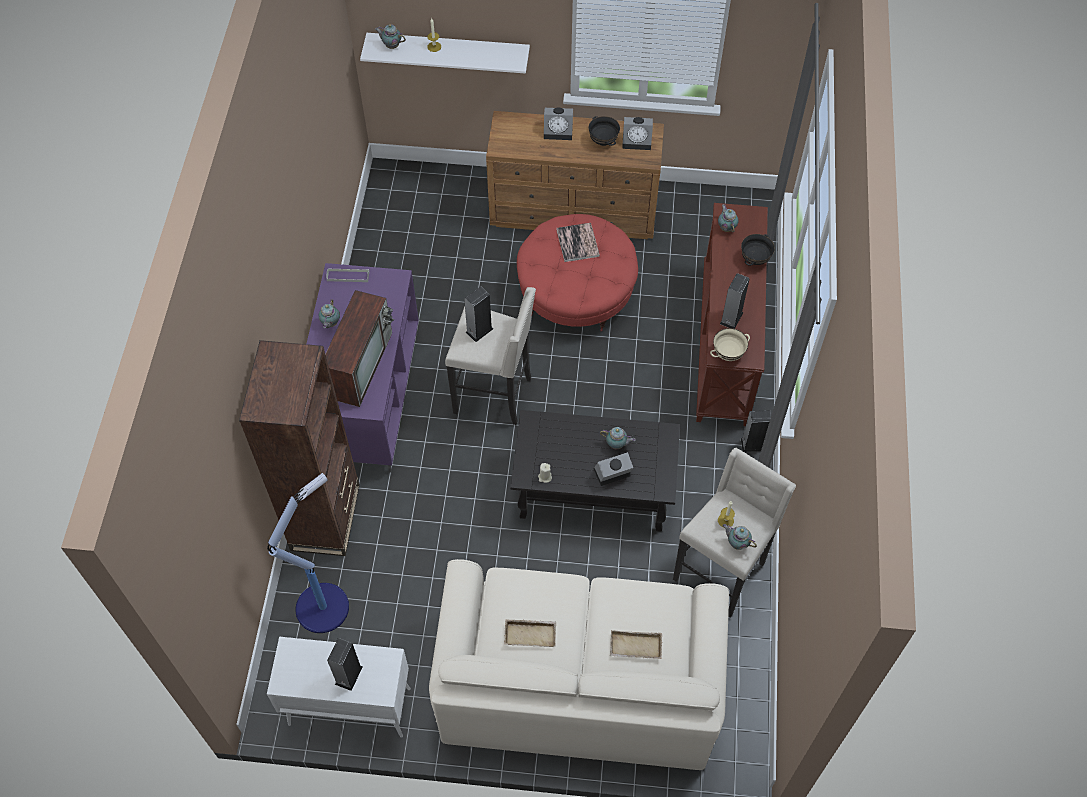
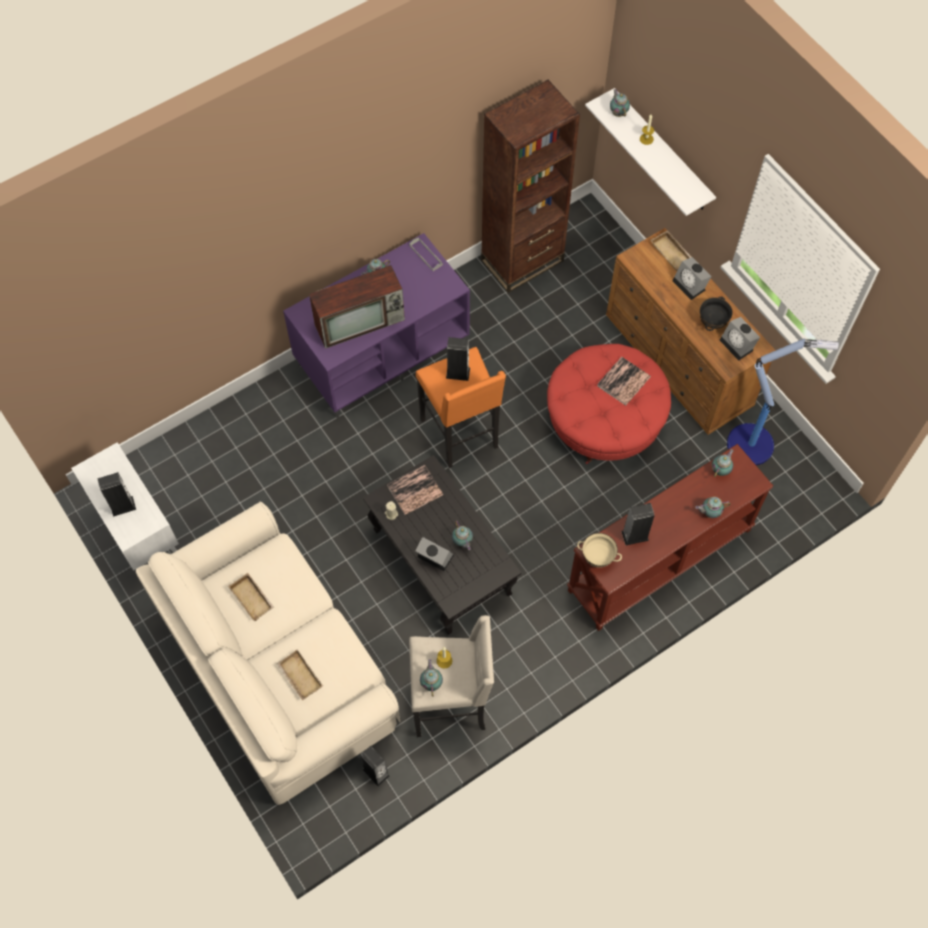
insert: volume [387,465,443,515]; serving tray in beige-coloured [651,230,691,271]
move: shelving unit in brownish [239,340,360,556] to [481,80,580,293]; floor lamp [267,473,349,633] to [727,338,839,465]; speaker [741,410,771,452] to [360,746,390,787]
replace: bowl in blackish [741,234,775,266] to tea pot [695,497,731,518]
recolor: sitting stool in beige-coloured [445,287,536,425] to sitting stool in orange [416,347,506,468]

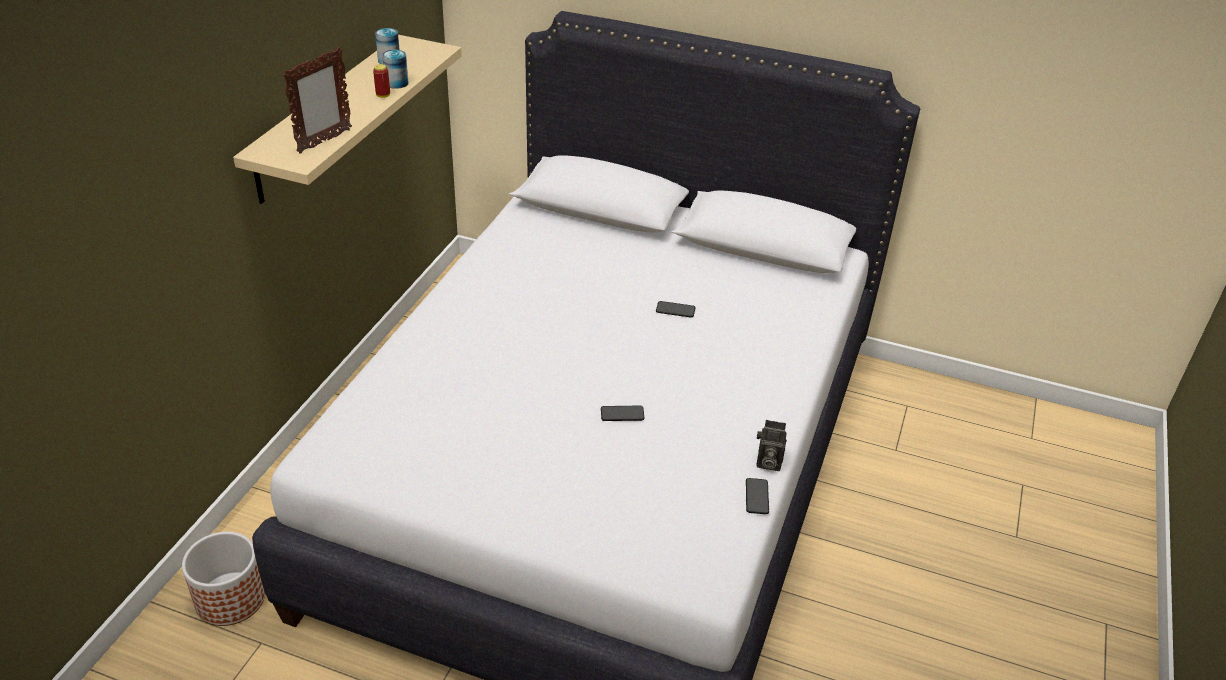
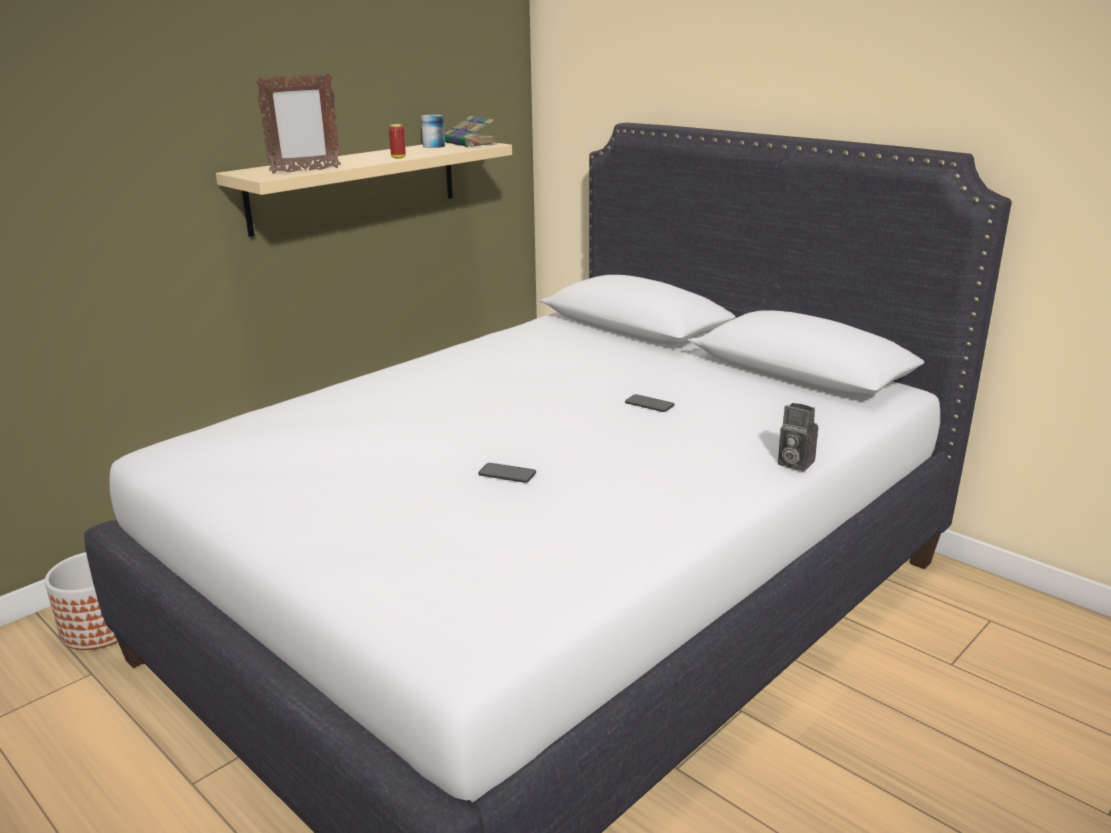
delete: metal can [382,50,409,89]; handset [746,478,769,514]
insert: volume [445,116,497,147]
move: still camera [756,420,787,471] to [778,403,818,471]

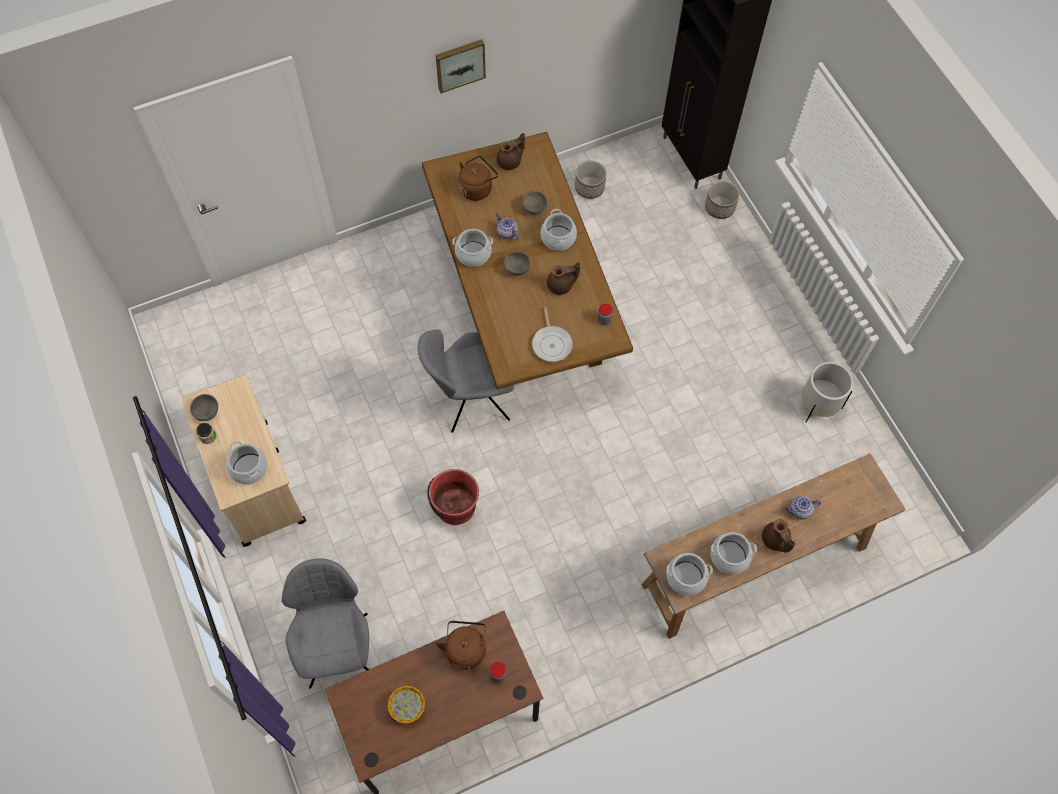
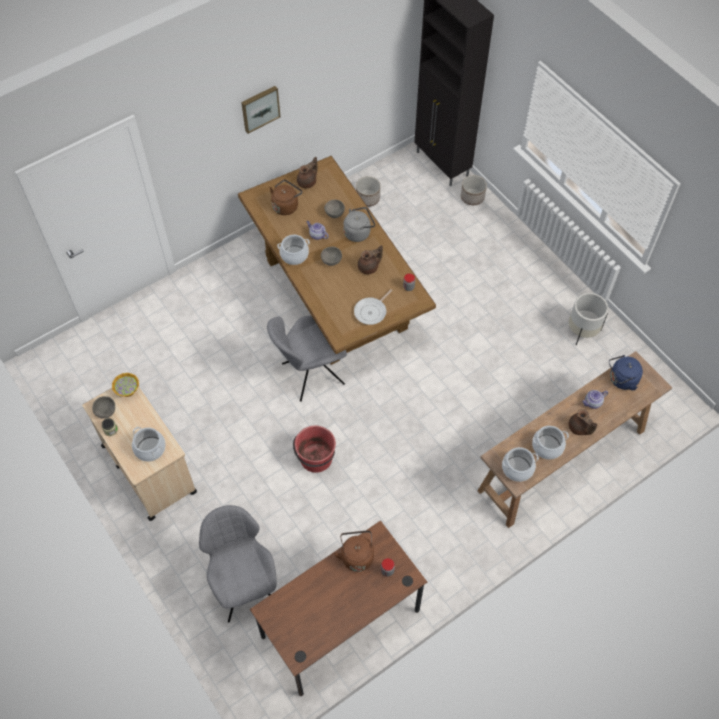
insert: kettle in bluish [609,355,643,390]
move: bowl [388,686,425,723] to [112,373,139,397]
replace: saucepot [541,209,577,251] to kettle in grey [343,207,375,242]
rotate: pan [532,307,573,362] = [354,289,392,325] 60 degrees clockwise

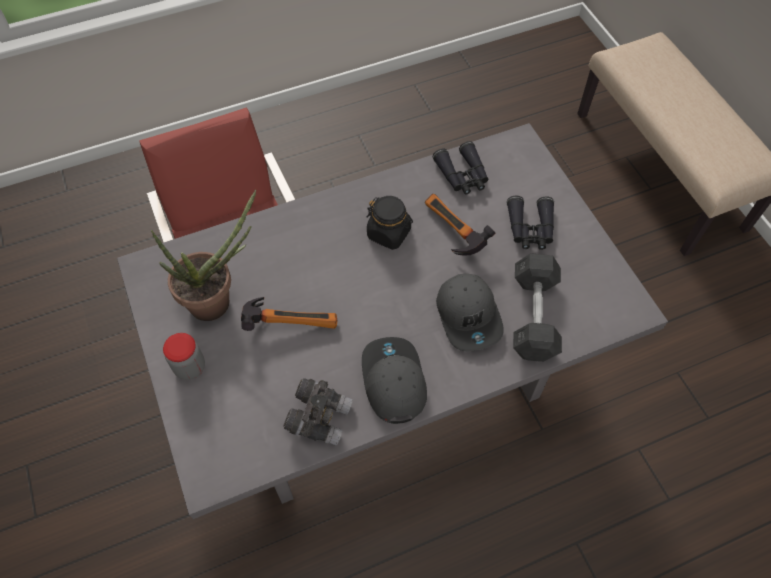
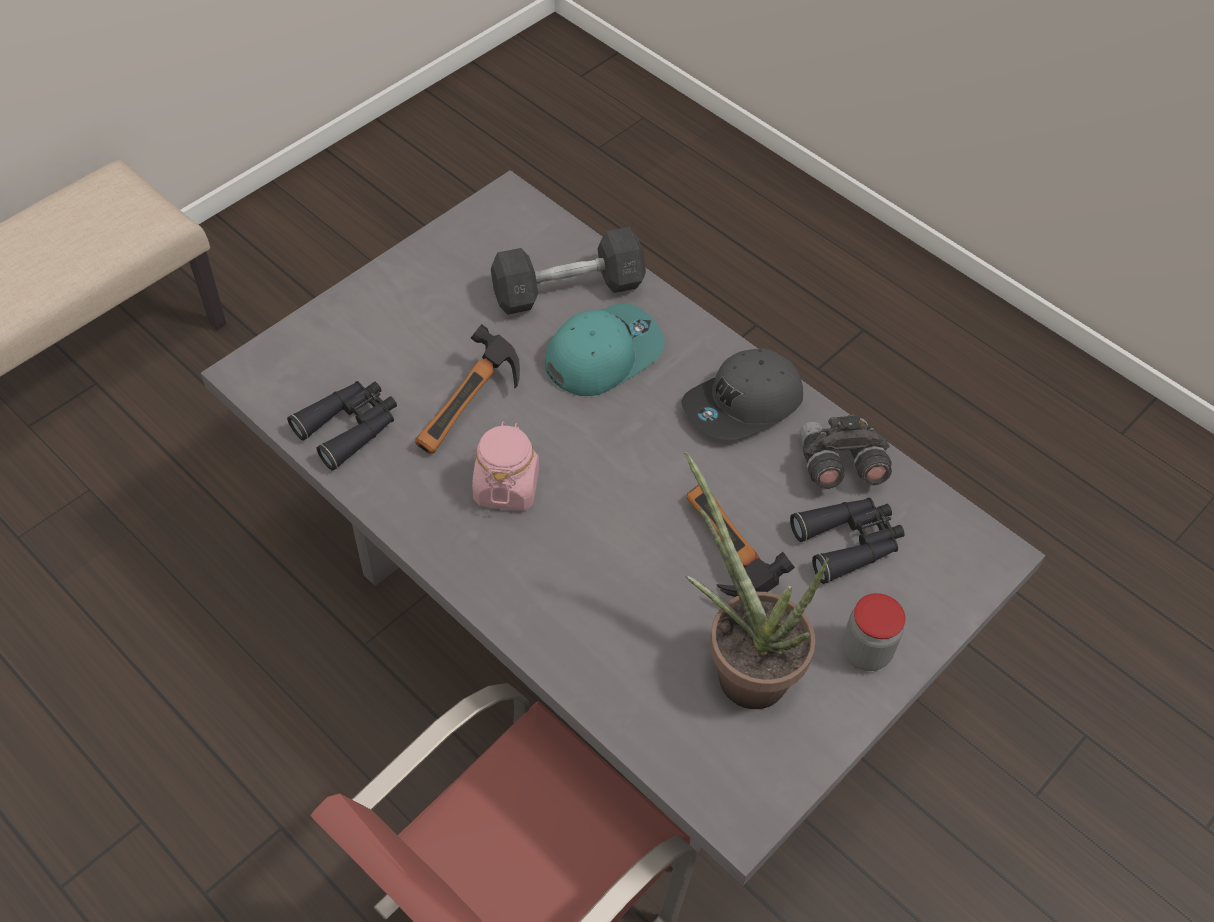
move: field glasses in blackish [507,196,554,250] to [790,498,905,584]
recolor: preserve jar in blackish [366,196,413,250] to preserve jar in pink [472,422,539,511]; cap in grey [436,274,504,351] to cap in turquoise-coloured [545,303,665,396]

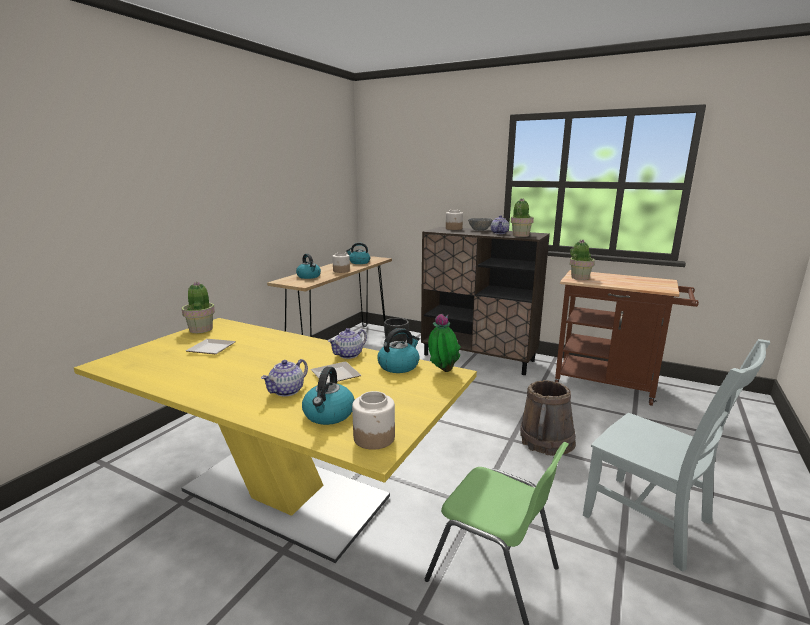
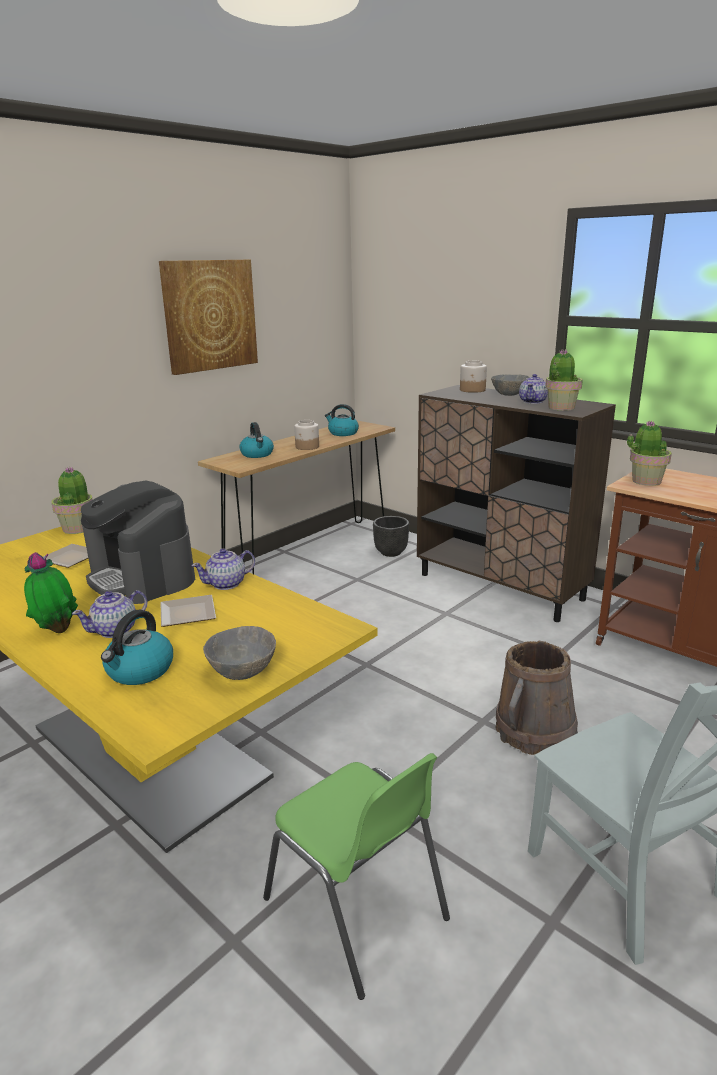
delete: preserve jar [352,391,395,450]; kettle [378,328,420,373]
insert: coffee maker [81,481,195,604]; wall picture [159,260,258,375]; bowl in grey [203,626,276,680]
move: potted plant [428,313,461,372] to [24,552,78,633]

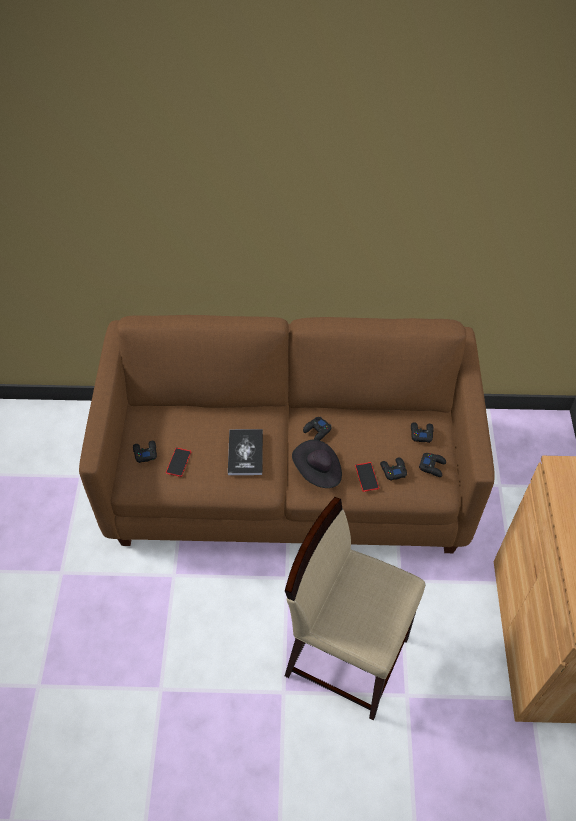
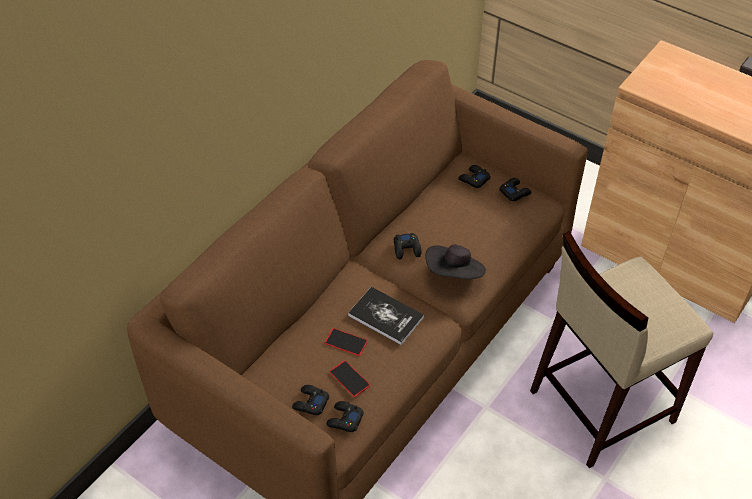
move: handset [355,462,379,492] to [324,328,368,356]; gamepad in blackish [380,458,407,481] to [326,401,364,432]

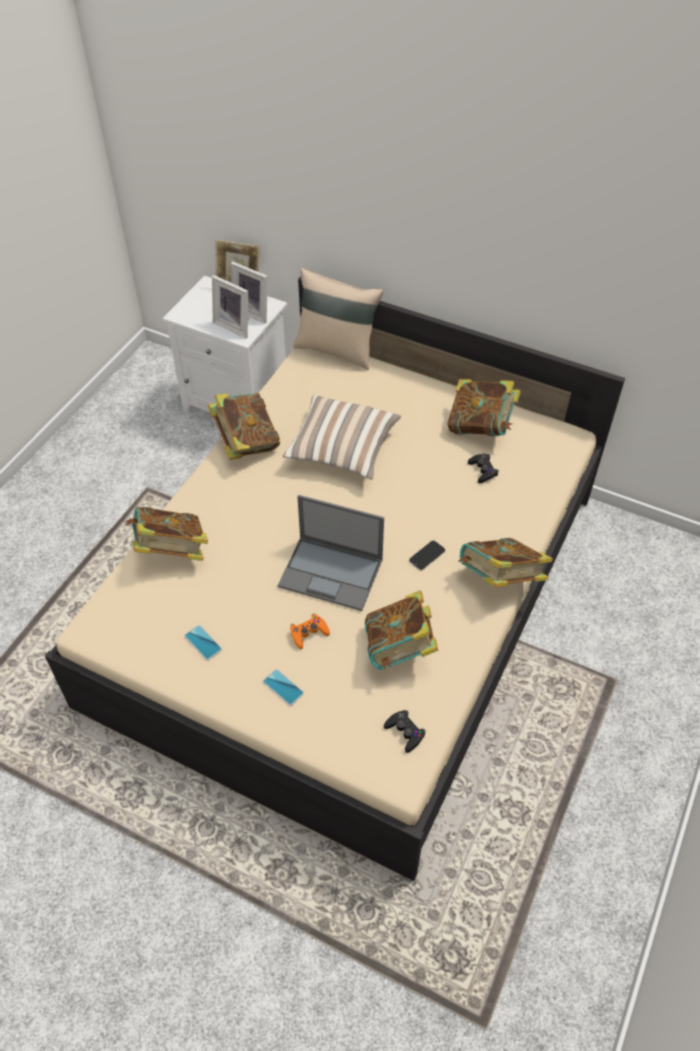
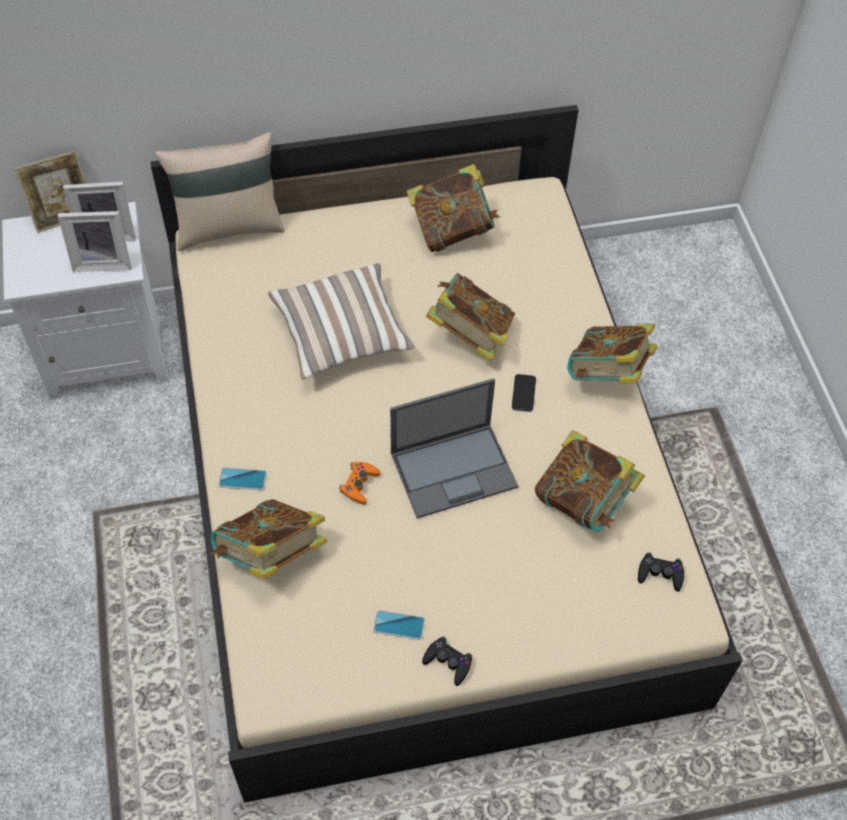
move: volume [208,393,280,460] to [426,273,515,362]; handset [263,669,304,706] to [219,468,267,491]; gamepad in orange [290,614,330,649] to [339,462,381,505]; gamepad in blackish [468,454,499,483] to [422,636,472,686]

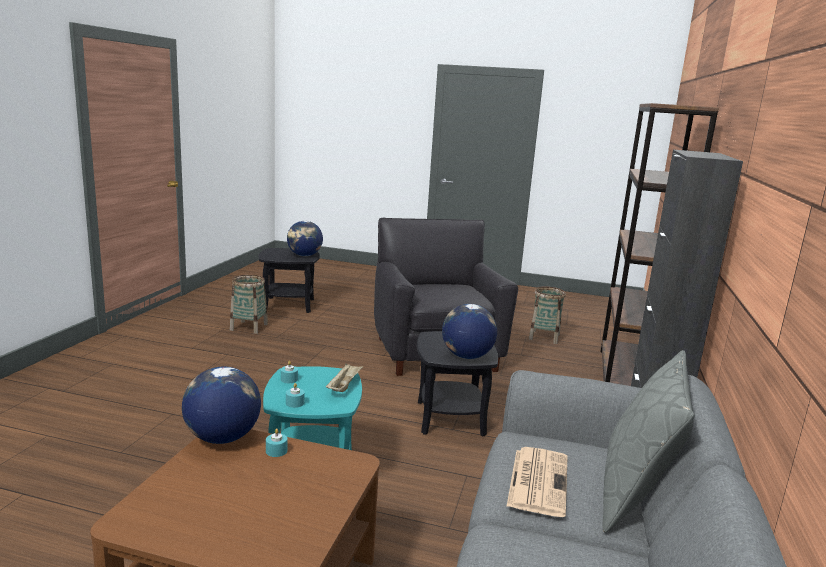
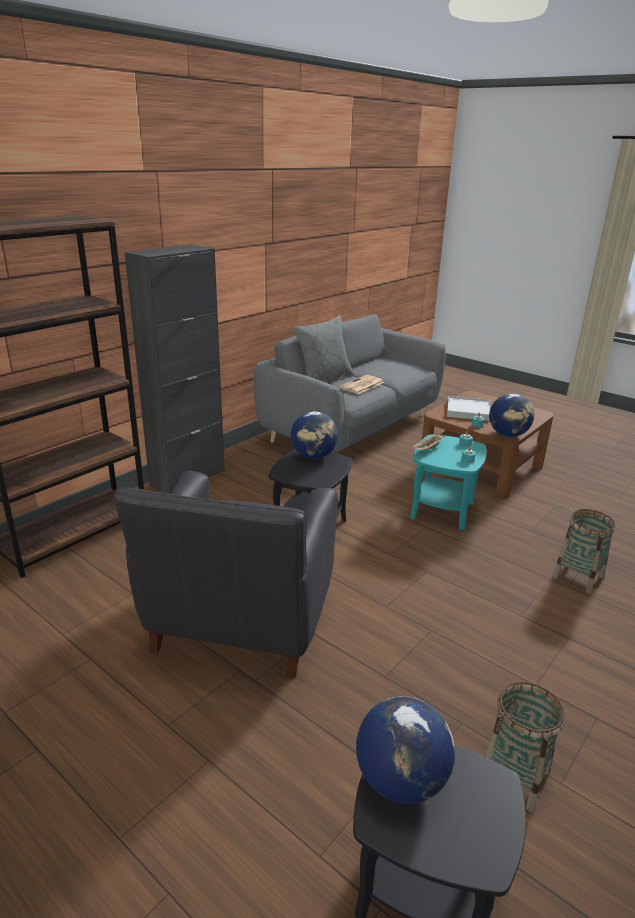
insert: serving tray in white [447,396,491,421]
move: household basket [529,286,566,344] to [553,509,616,593]

